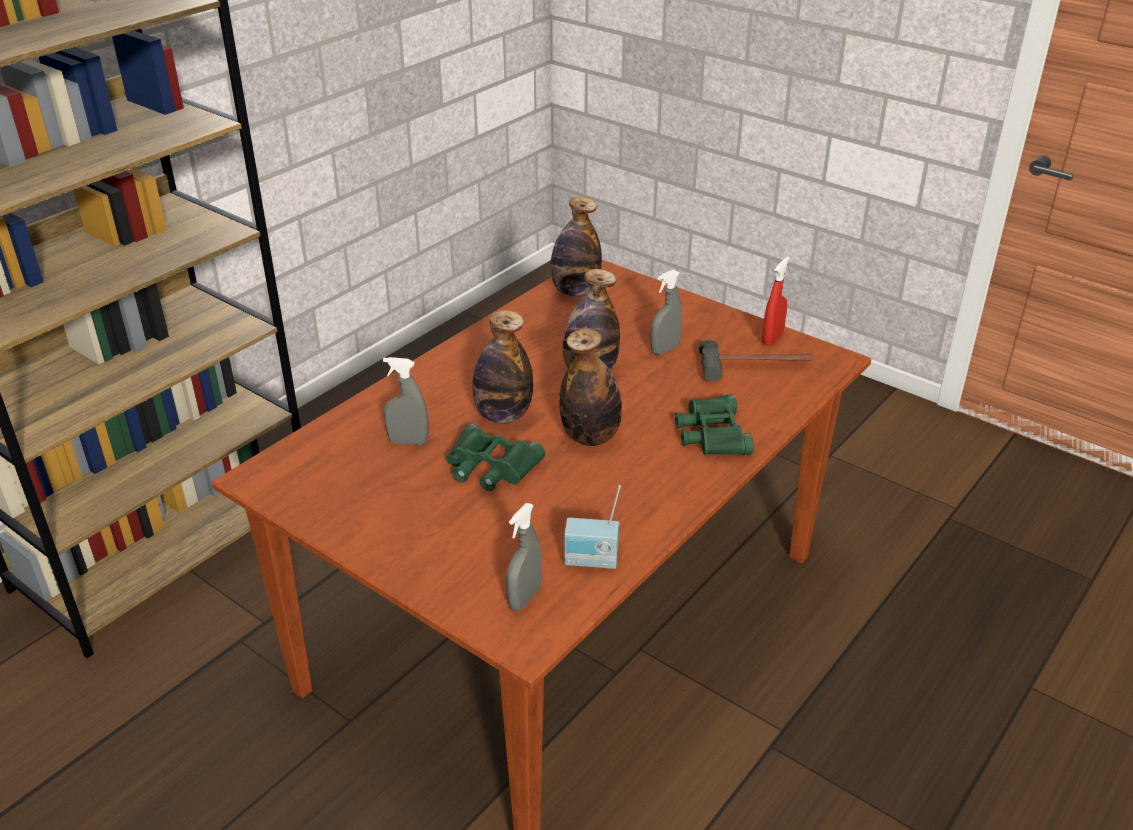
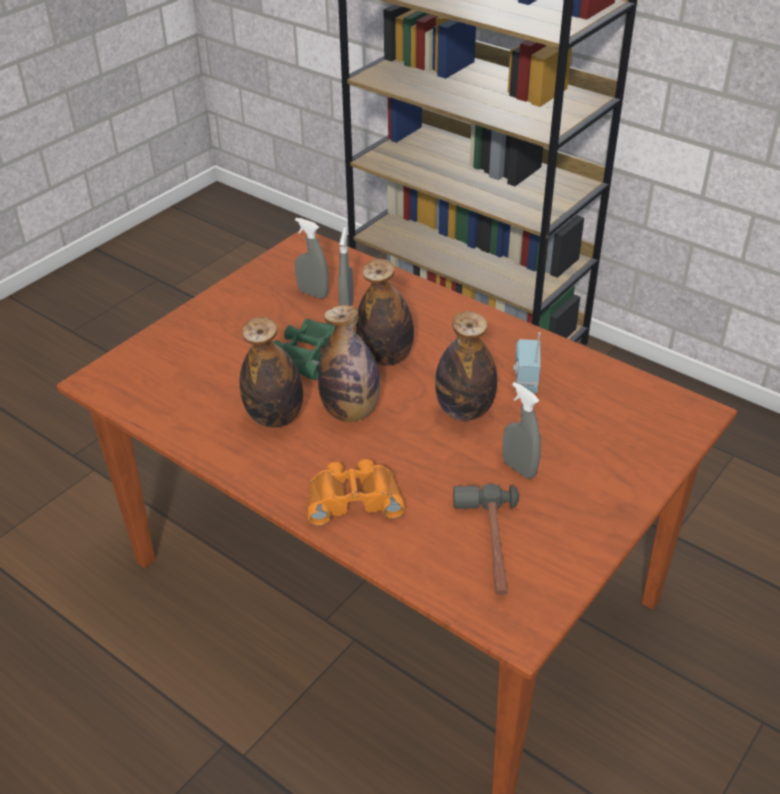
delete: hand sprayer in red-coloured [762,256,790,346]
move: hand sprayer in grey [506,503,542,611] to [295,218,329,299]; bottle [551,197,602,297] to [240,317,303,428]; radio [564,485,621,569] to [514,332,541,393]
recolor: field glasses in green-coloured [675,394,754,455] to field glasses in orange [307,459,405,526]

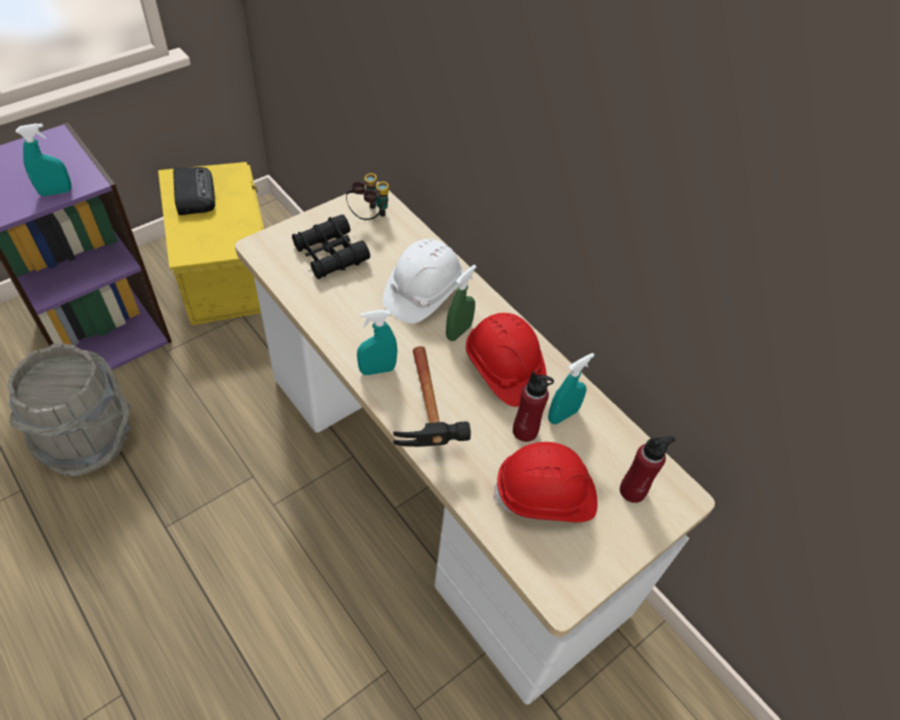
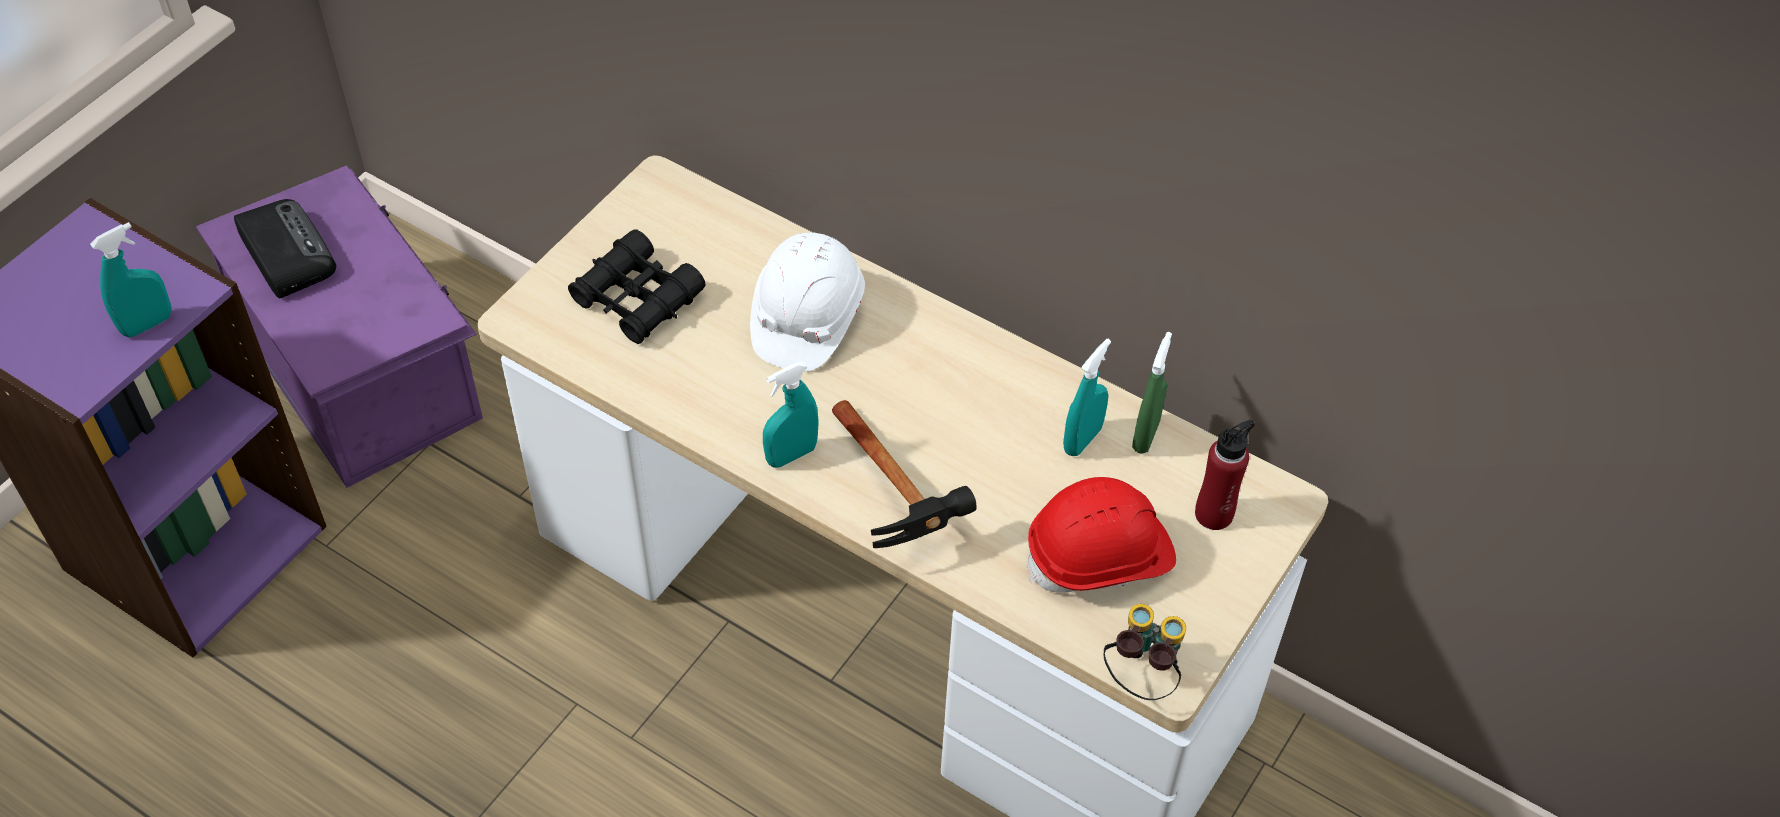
delete: water bucket in grey [7,343,131,476]; work helmet in red-coloured [466,313,547,407]; bottle in red-coloured [513,371,554,442]
move: field glasses [346,173,389,220] to [1104,604,1186,700]; hand sprayer in green-coloured [446,265,476,341] to [1132,332,1172,454]
recolor: storage box in yellowish [158,162,264,325] to storage box in purple [196,165,483,488]

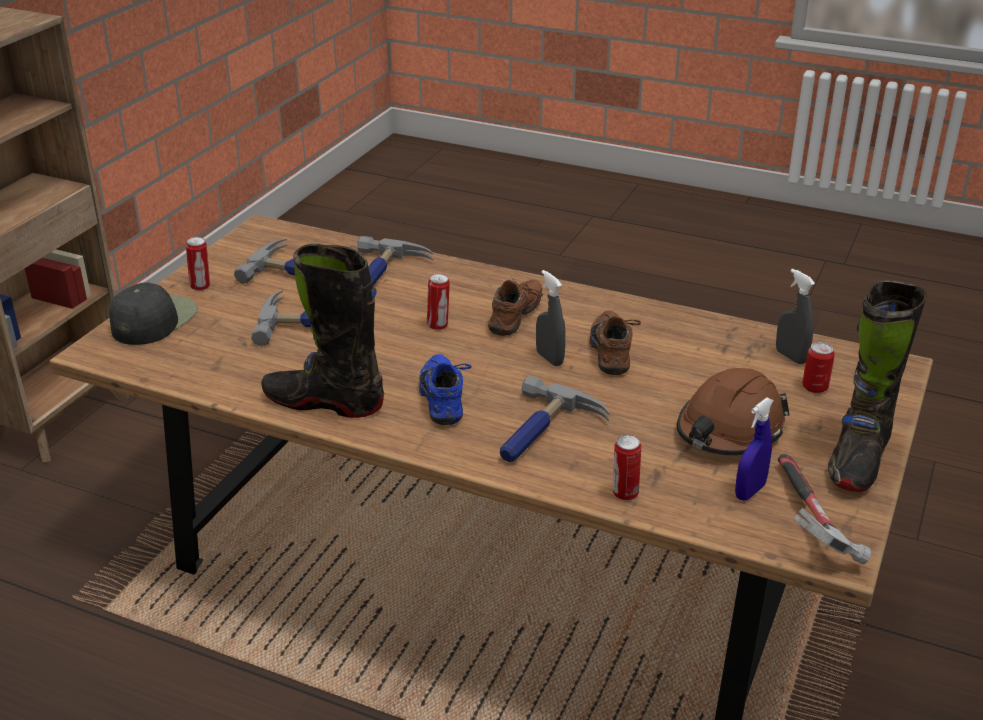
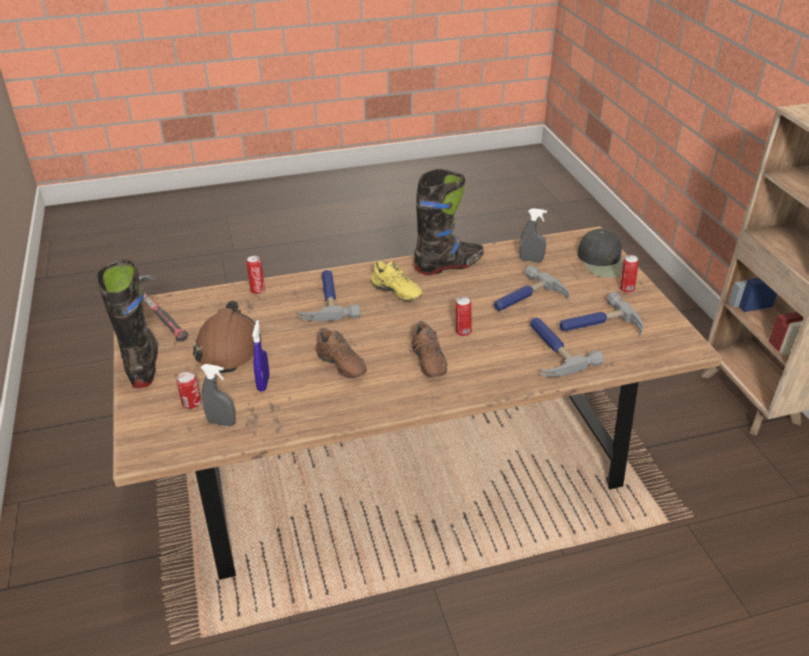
move: hand sprayer in grey [536,270,566,366] to [519,208,547,263]; hand sprayer in bluish [735,397,774,501] to [252,320,270,392]
recolor: shoe in bluish [419,354,471,425] to shoe in yellowish [371,260,423,301]

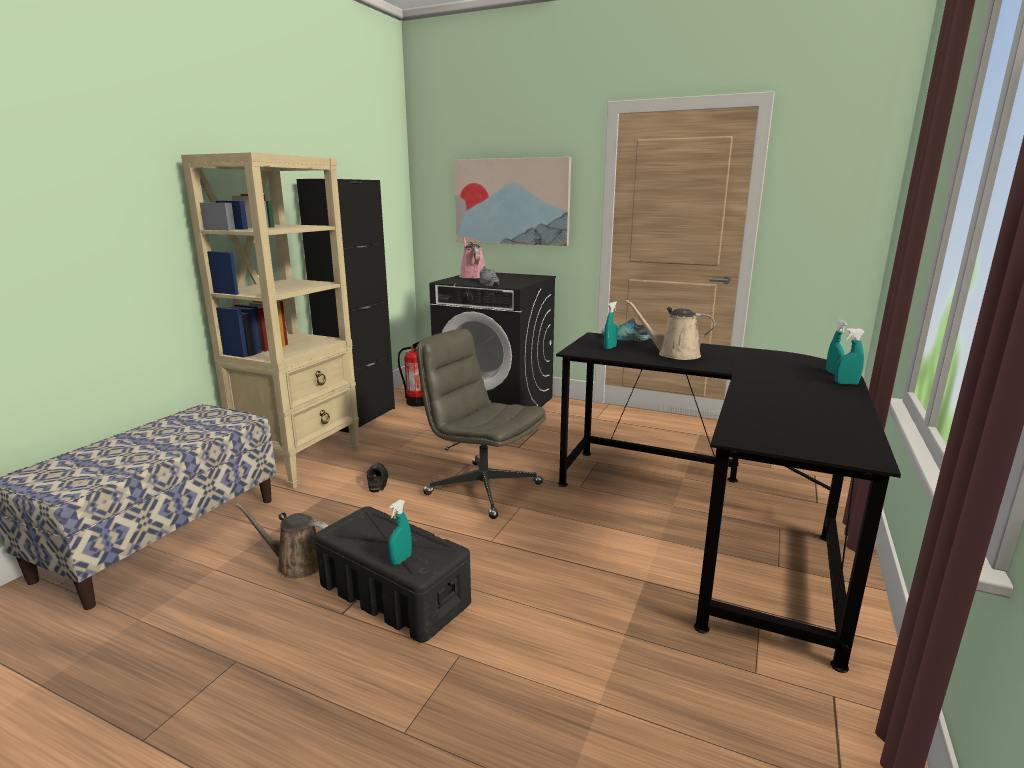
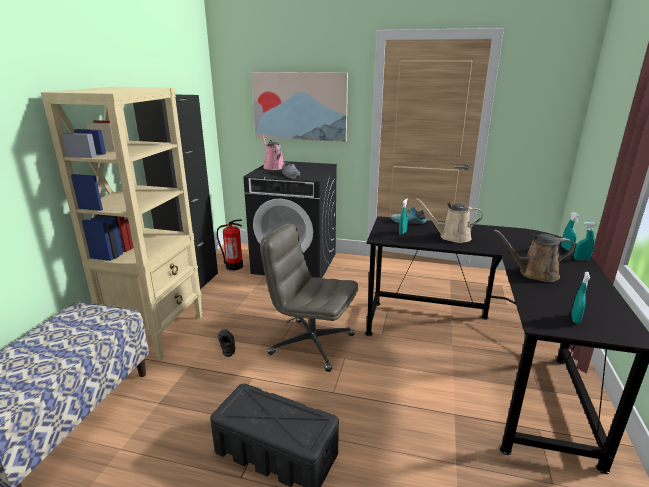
move: sprinkling can in brownish [235,503,329,578] to [494,229,575,282]; hand sprayer in turquoise-coloured [388,500,412,565] to [571,272,590,324]

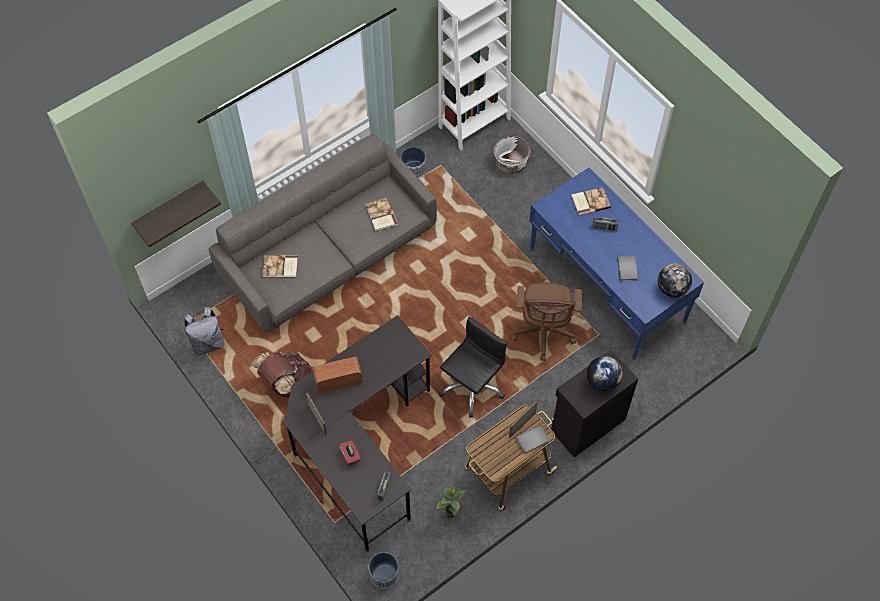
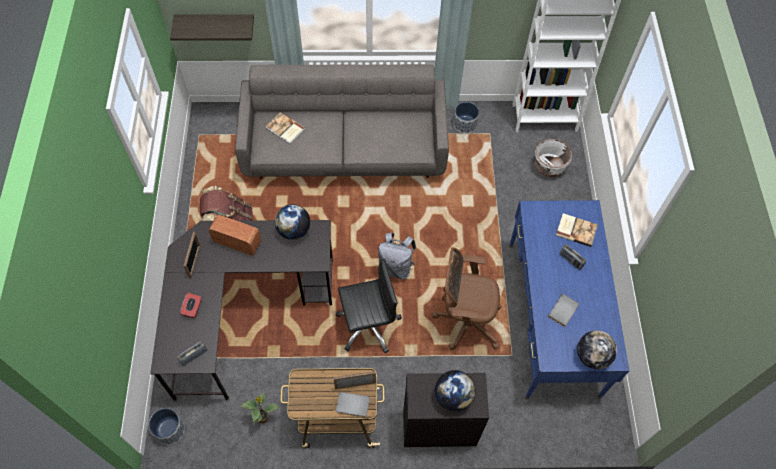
delete: volume [365,197,398,231]
insert: globe [275,204,310,240]
move: knapsack in grey [184,307,224,355] to [378,233,416,279]
rotate: computer chair in brownish [511,282,582,361] = [431,247,502,350] 60 degrees clockwise

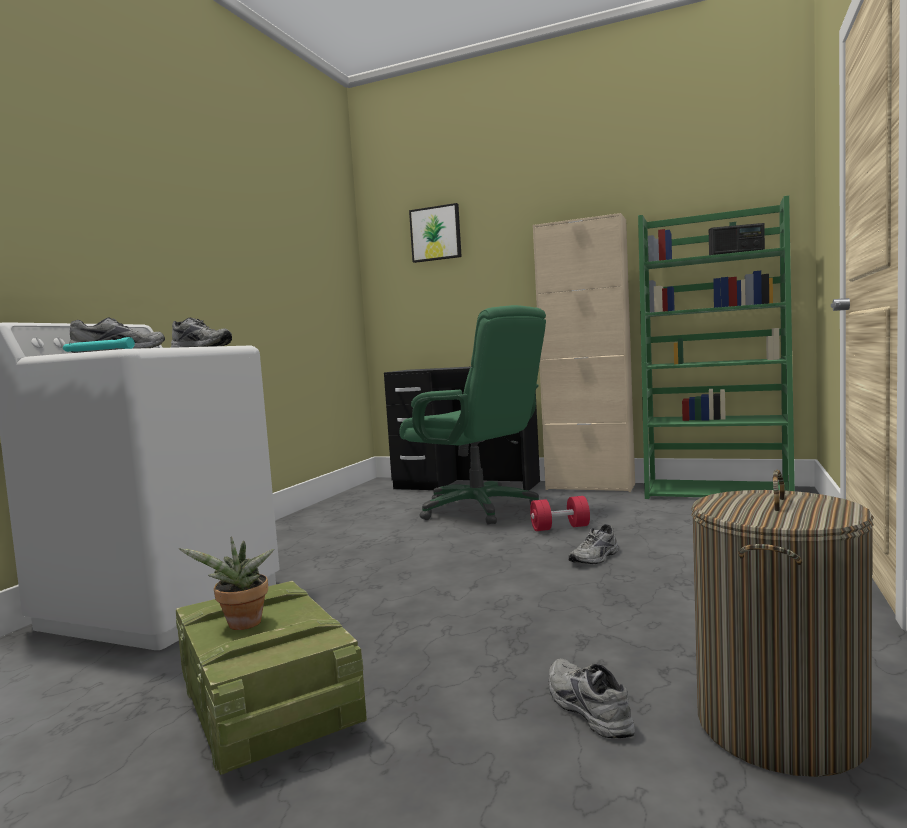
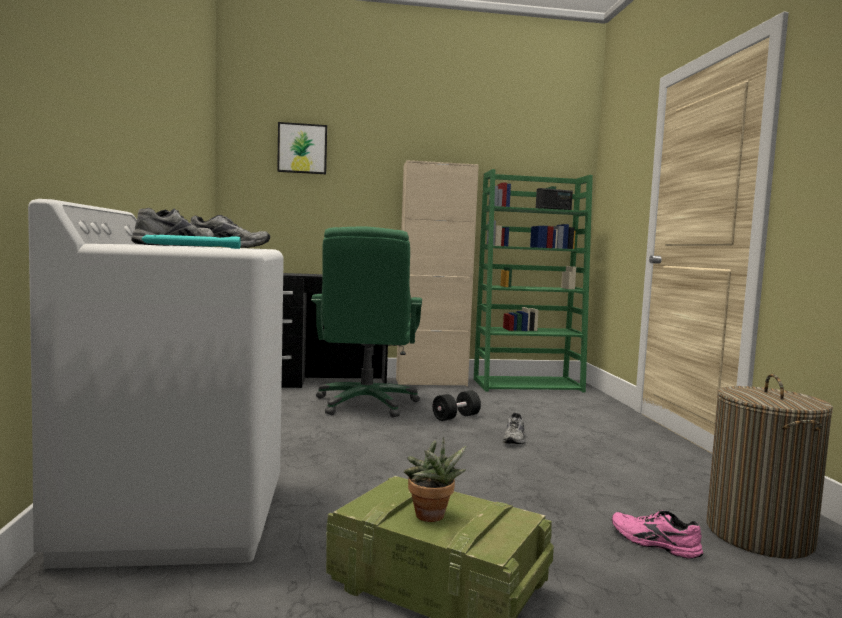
recolor: hand weight in red-coloured [530,496,590,531] to hand weight in blackish [433,390,481,421]; shoe in grey [549,659,635,738] to shoe in pink [612,510,703,559]
rotate: computer chair in green-coloured [399,305,546,525] = [311,227,422,417] 75 degrees clockwise

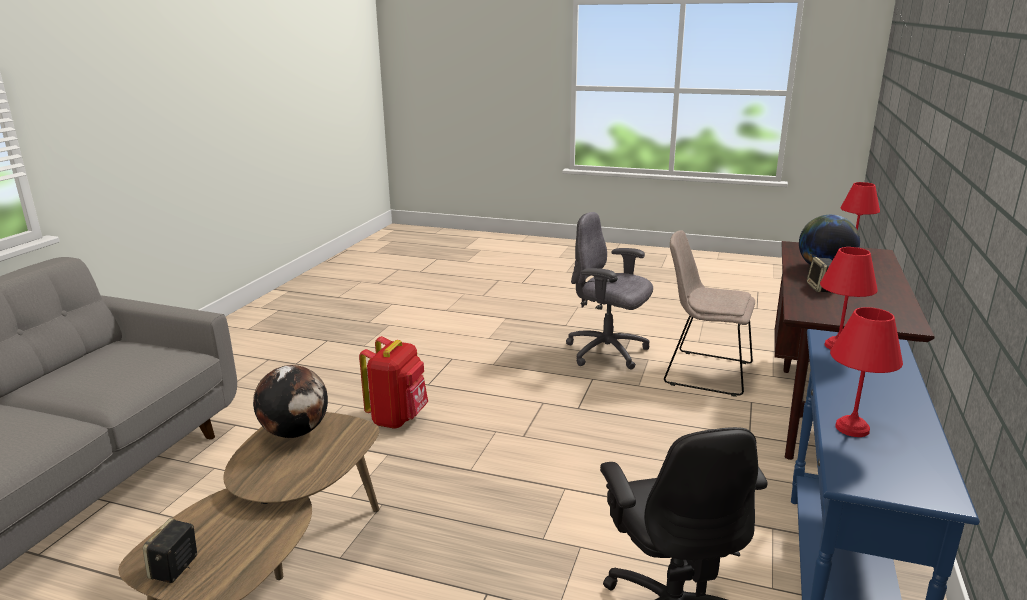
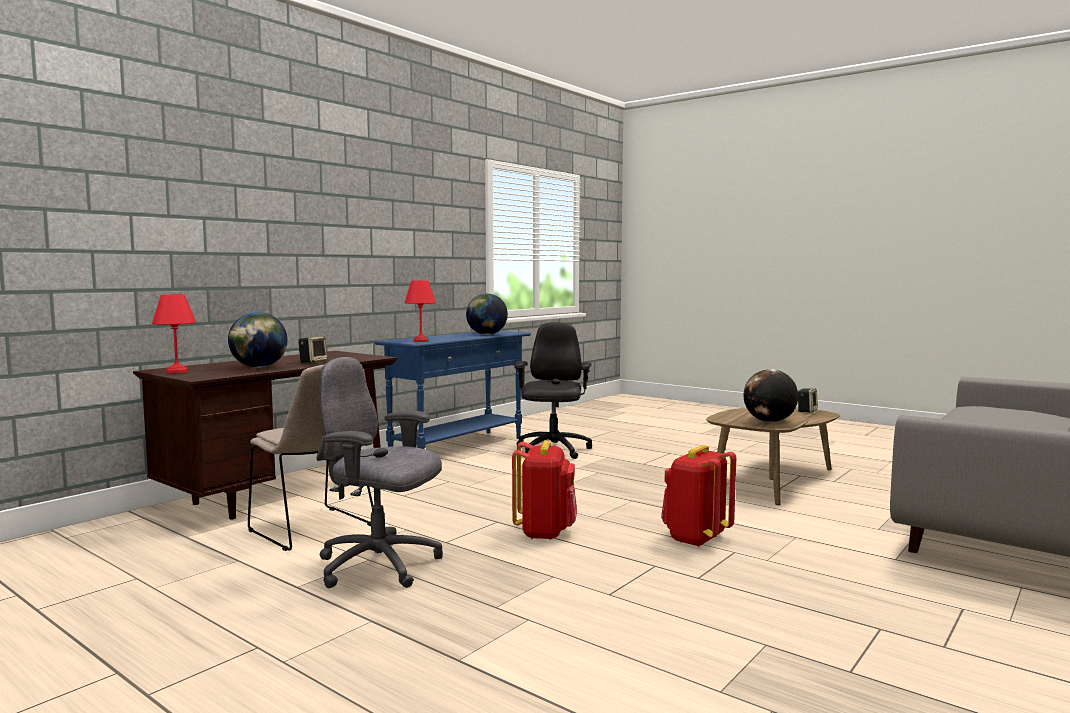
insert: knapsack in red-coloured [512,441,577,540]
replace: lamp for a table in red-coloured [830,307,903,437] to globe [466,293,508,335]
rotate: computer chair in grey [566,212,653,370] = [316,357,443,588] 150 degrees clockwise

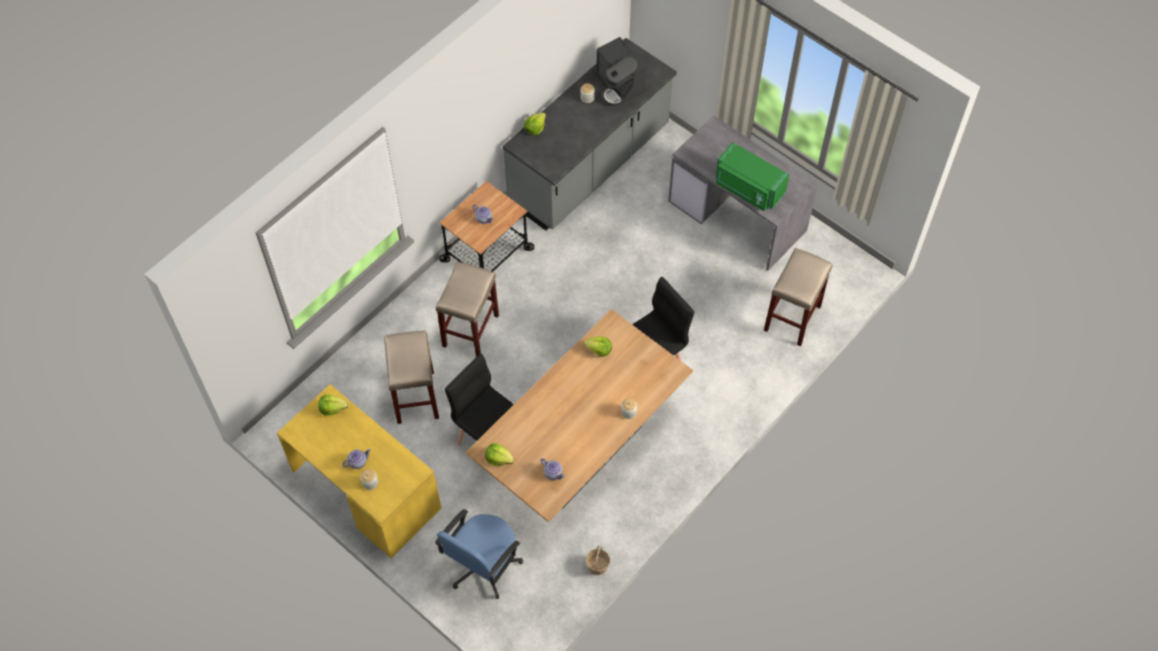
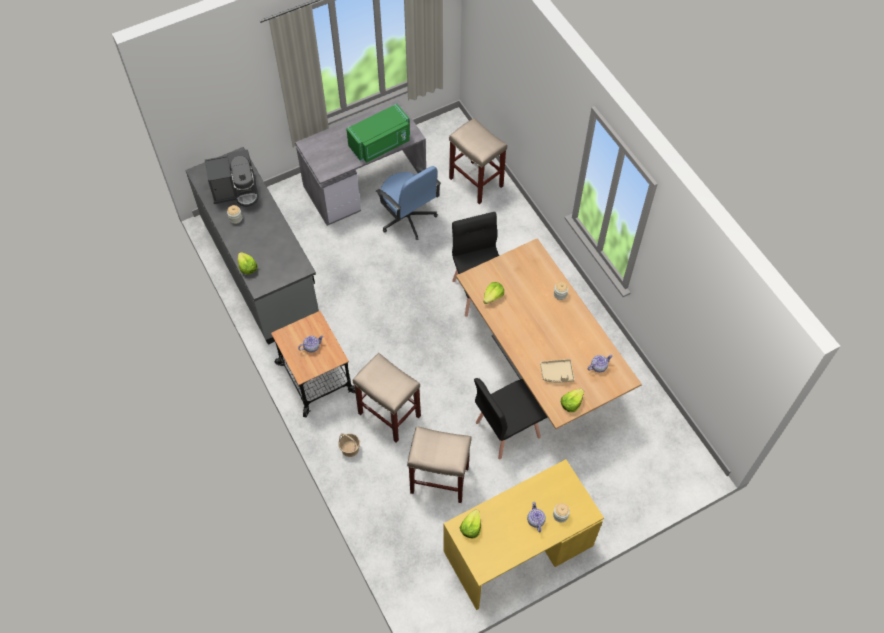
insert: serving tray in beige-coloured [540,359,575,383]
move: computer chair in bluish [435,509,523,599] to [376,166,441,240]; household basket [586,546,610,575] to [338,433,360,457]

